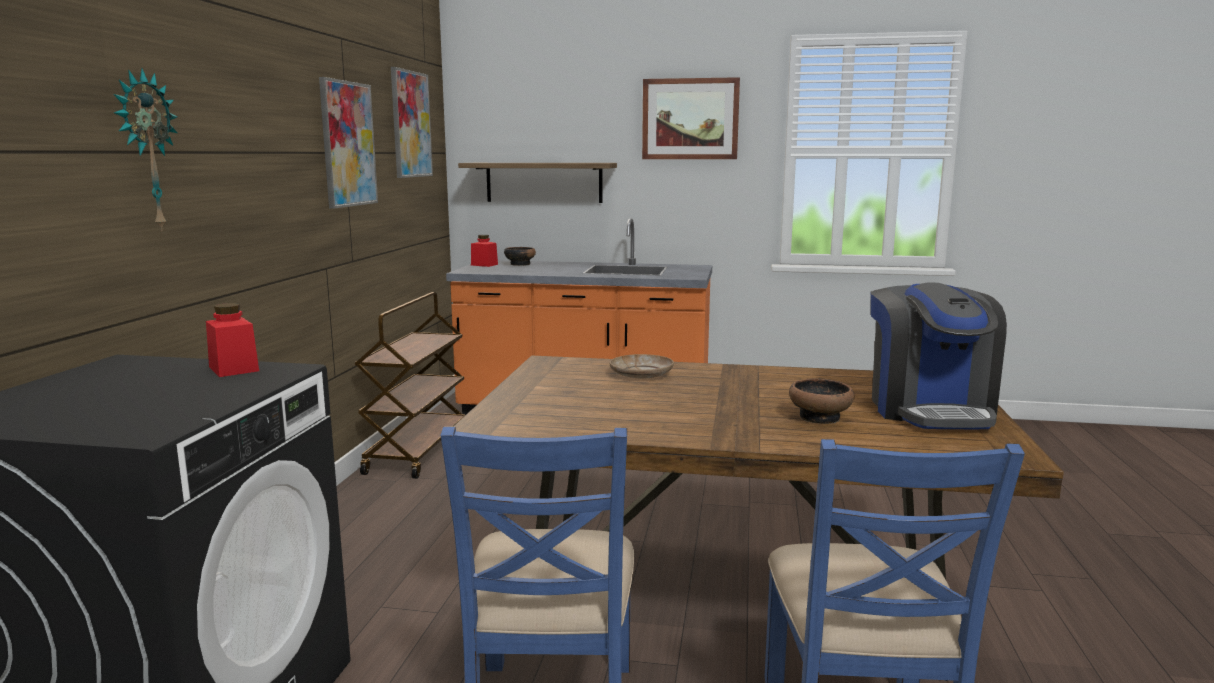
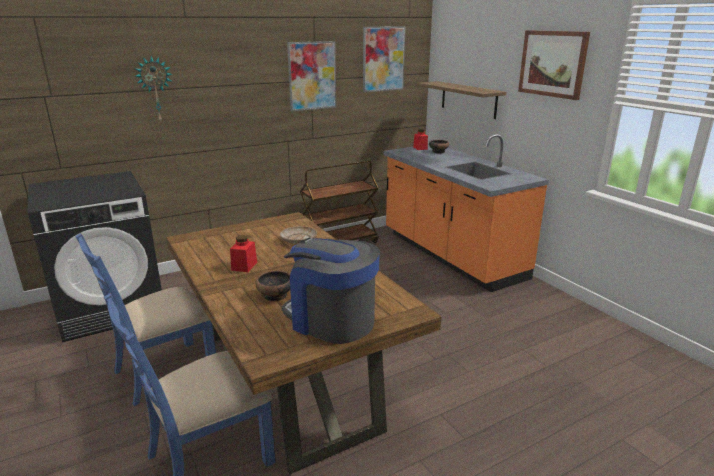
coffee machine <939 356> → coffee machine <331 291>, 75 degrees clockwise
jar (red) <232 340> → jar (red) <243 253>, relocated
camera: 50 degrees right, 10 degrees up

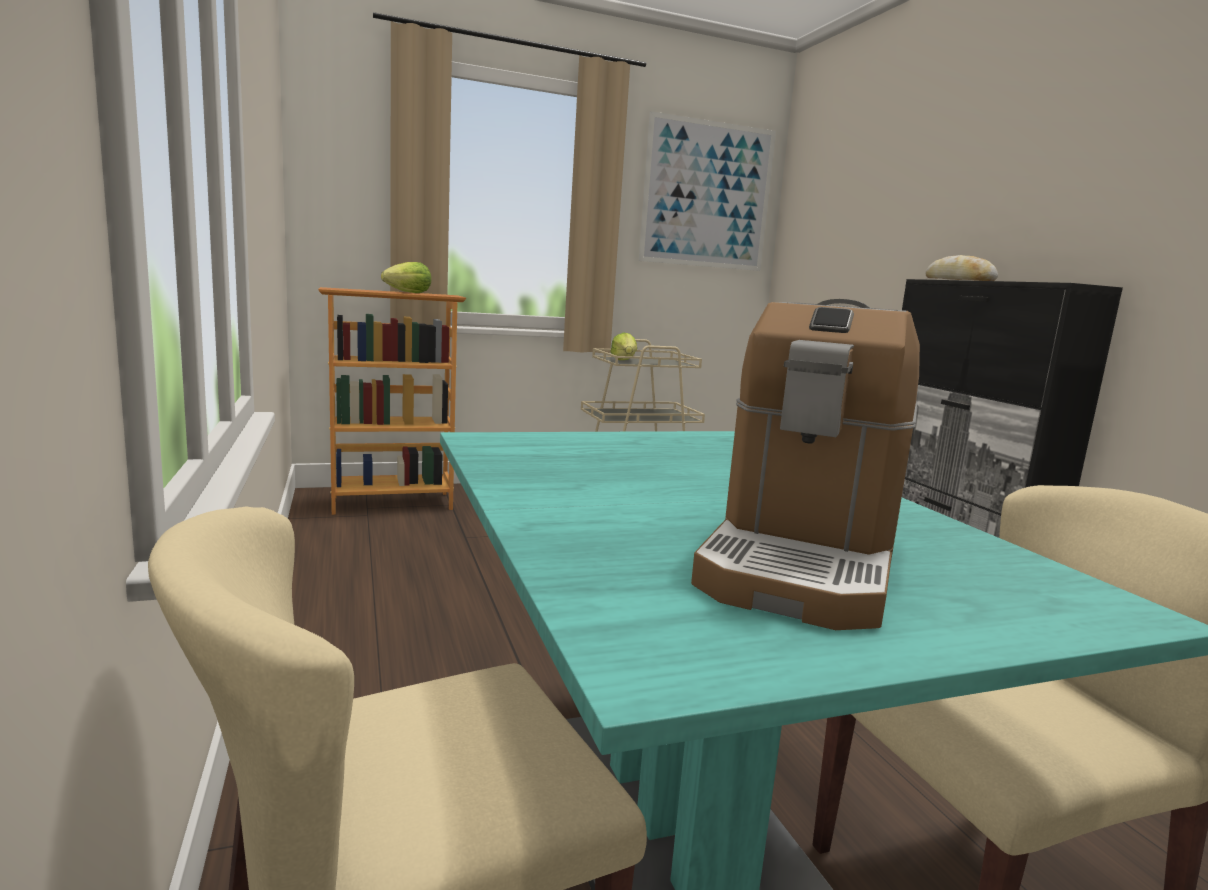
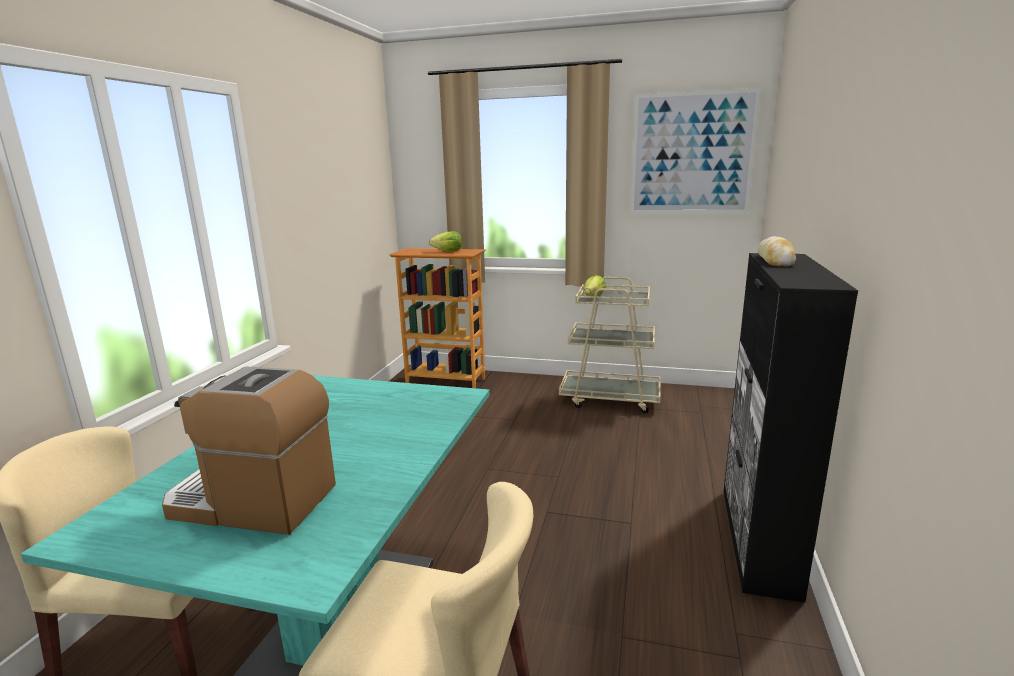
coffee machine <805 464> → coffee machine <249 451>, 45 degrees clockwise
camera: 35 degrees right, 5 degrees up

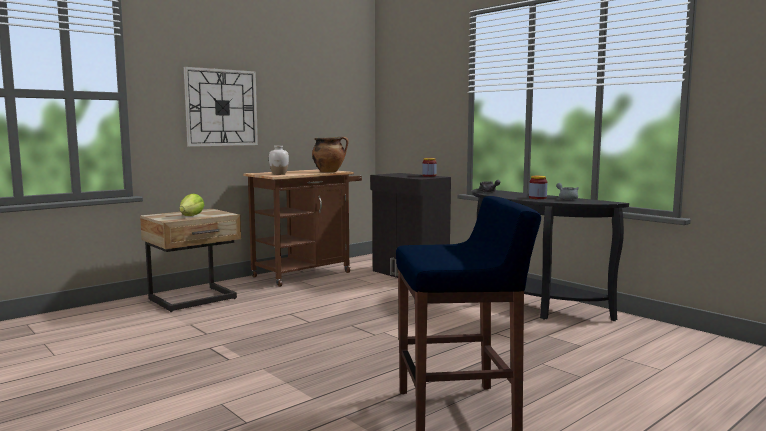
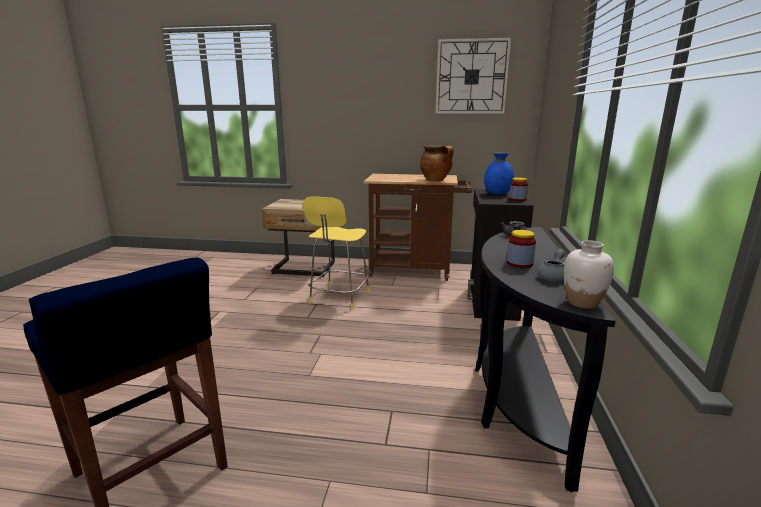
hanging clock <221 107> → hanging clock <473 76>, relocated
vase (white) <279 160> → vase (white) <589 274>, relocated
lettuce head <192 205> → -
- → vase (bluish) <499 173>
- → stool (yellow-coloured) <336 253>
camera: 50 degrees right, 10 degrees up

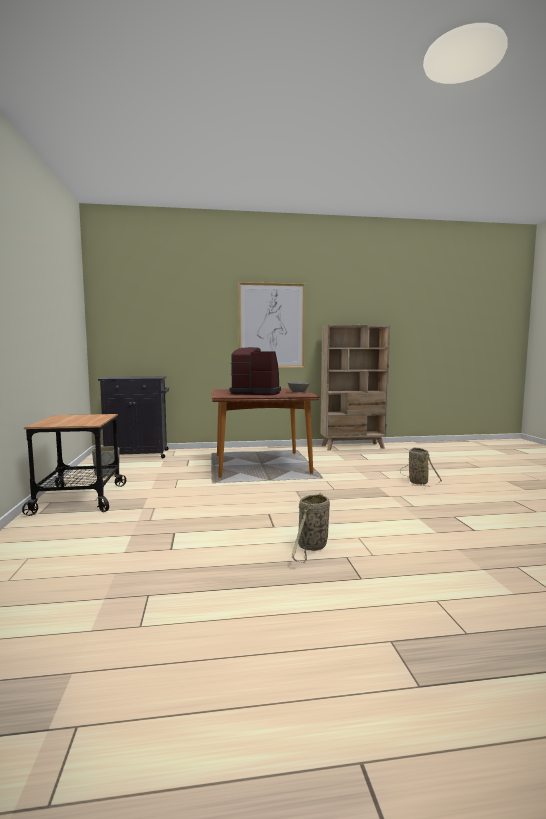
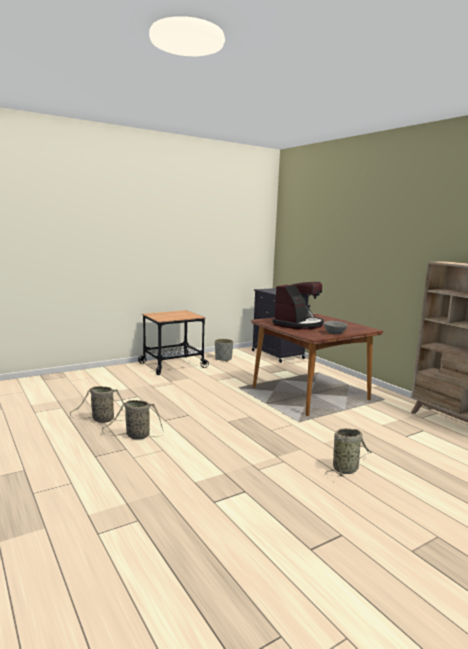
wall picture <271 325> → -
coffee machine <255 371> → coffee machine <298 306>, 45 degrees clockwise
- → storage basket <98 404>
camera: 65 degrees right, 5 degrees up

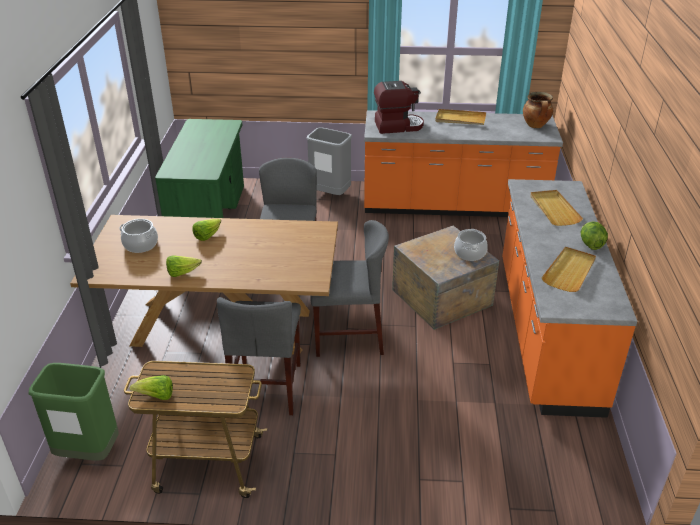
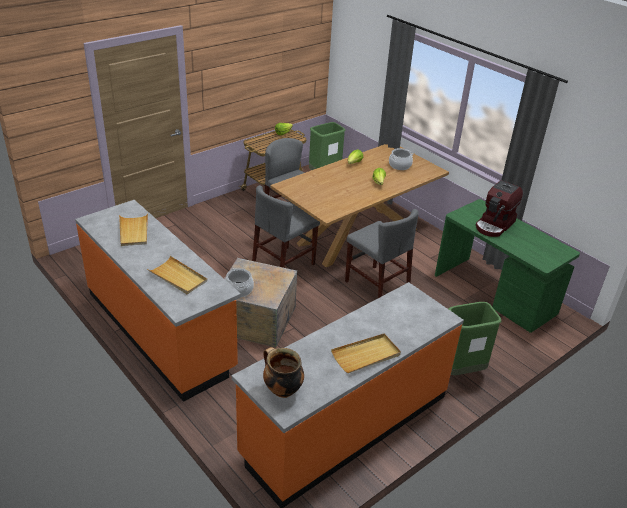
coffee machine <399 107> → coffee machine <499 208>, relocated
waste bin (grey) <329 161> → waste bin (greenish) <475 338>
lettuce head <594 235> → -
camera: 135 degrees right, 0 degrees up

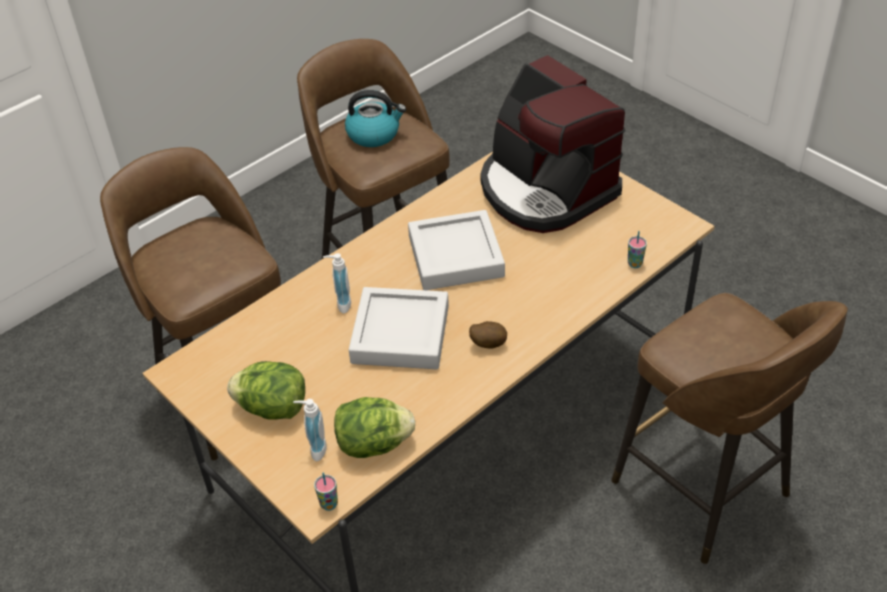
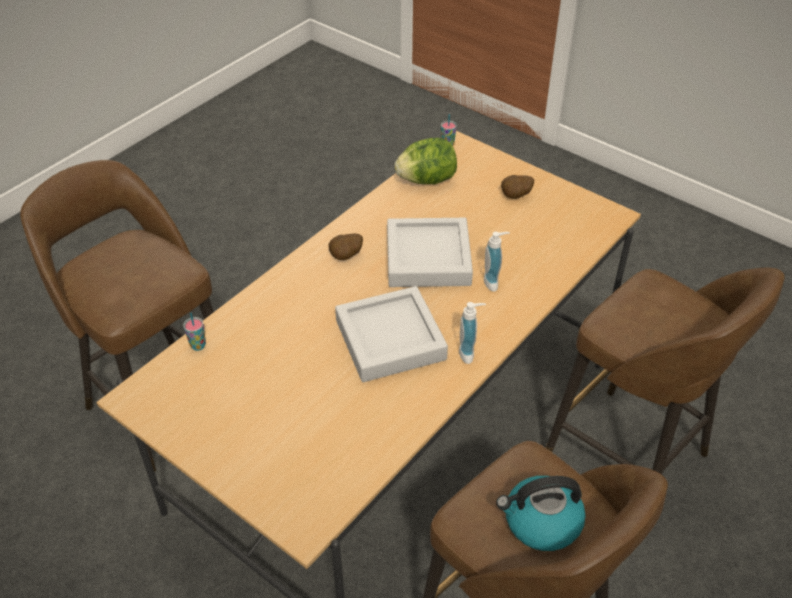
coffee machine <552 144> → -
lettuce head <266 390> → whole potato <517 187>
soap bottle <310 430> → soap bottle <472 333>, relocated
camera: 170 degrees right, 0 degrees up

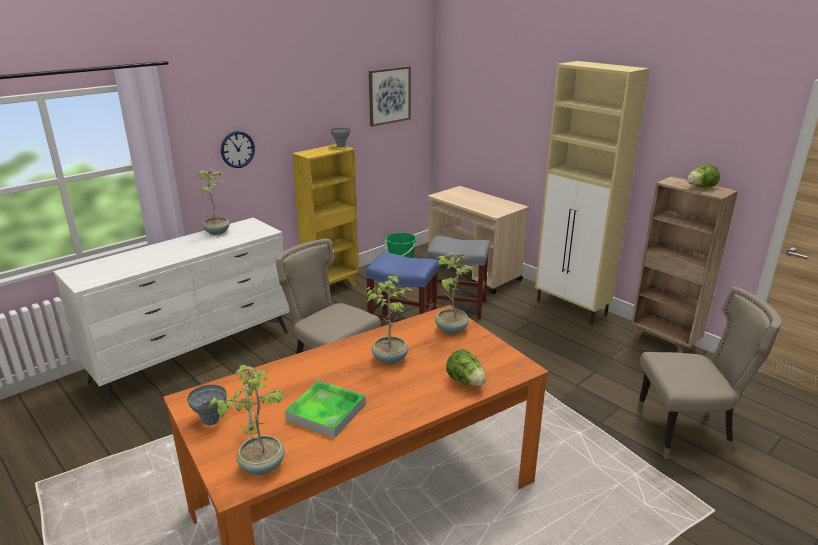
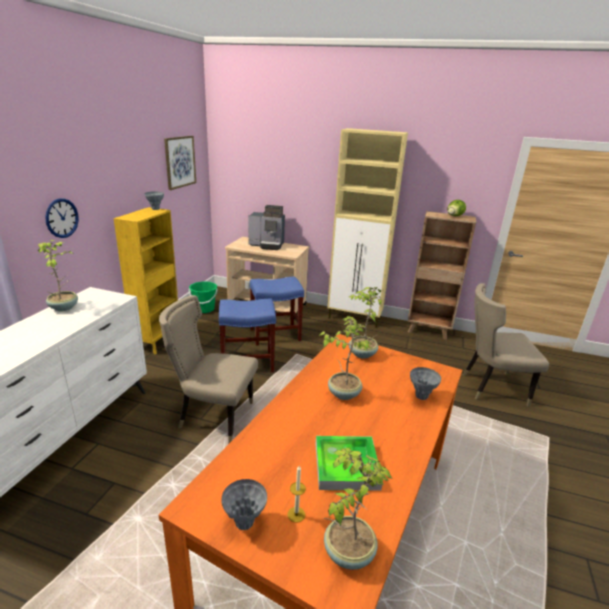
stool (grey) <458 277> → stool (bluish) <277 311>
plain chair (sand-coloured) <709 373> → plain chair (sand-coloured) <505 345>, 150 degrees counterclockwise
lettuce head <466 368> → vase (grey) <425 383>
- → coffee machine <266 227>
camera: 30 degrees left, 0 degrees up

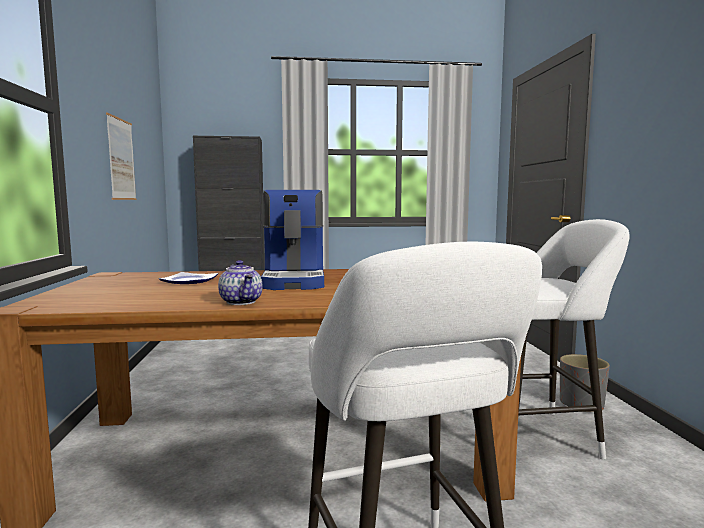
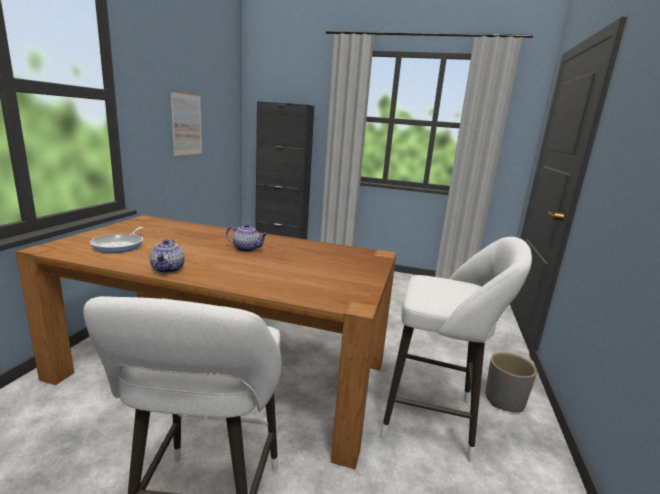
coffee machine <292 240> → pot for tea <247 238>
flat dish <188 278> → -
- → frying pan <116 240>
camera: 20 degrees right, 10 degrees up

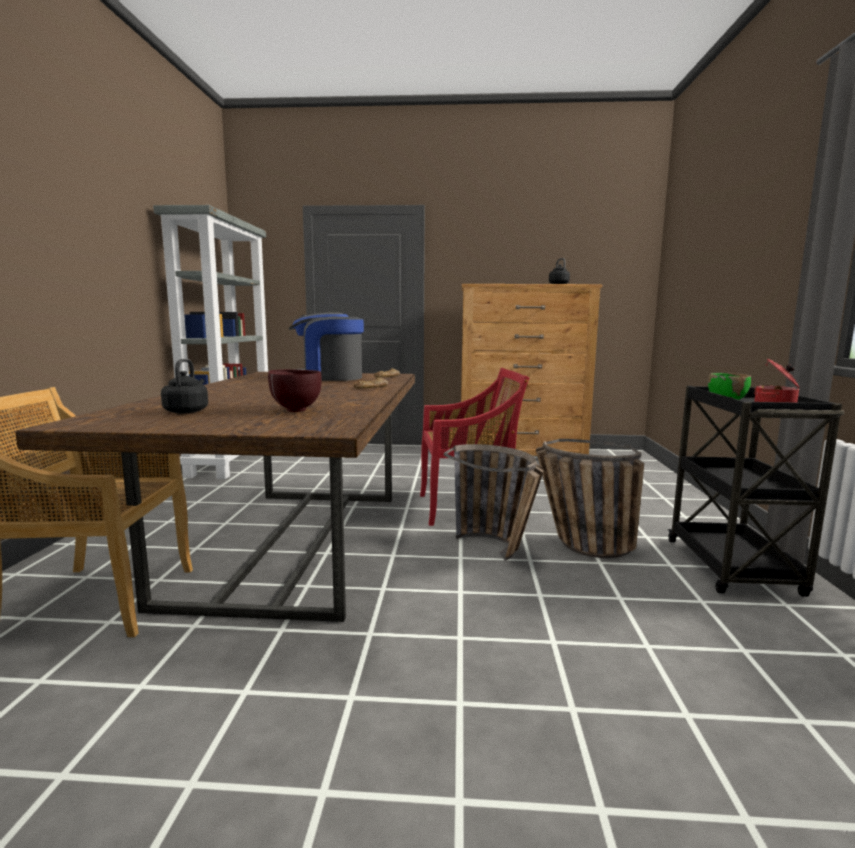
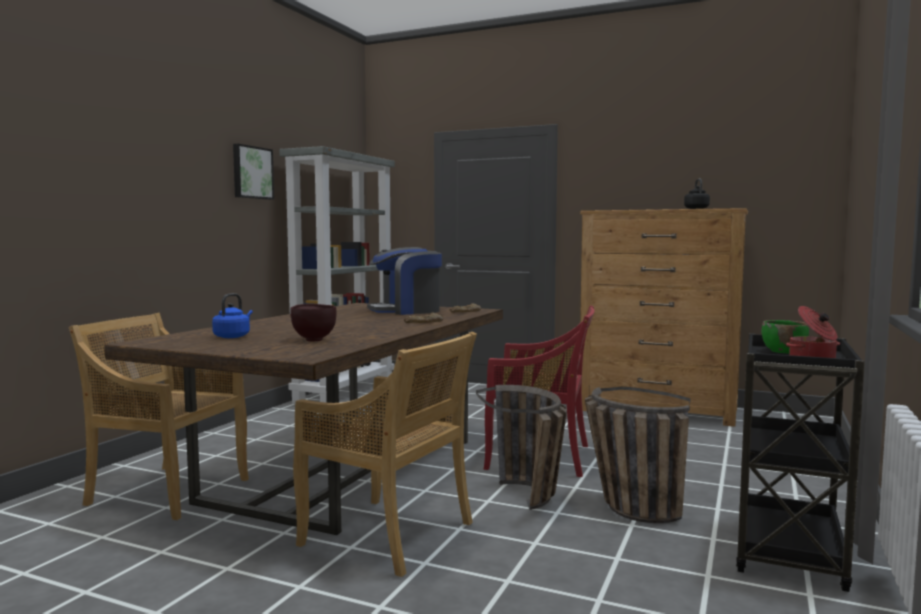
coffee machine <326 347> → coffee machine <404 281>, 45 degrees counterclockwise
tea kettle (blackish) <184 386> → tea kettle (bluish) <232 315>
- → wall picture <253 172>
- → plain chair (sand-coloured) <385 454>
camera: 20 degrees right, 5 degrees down

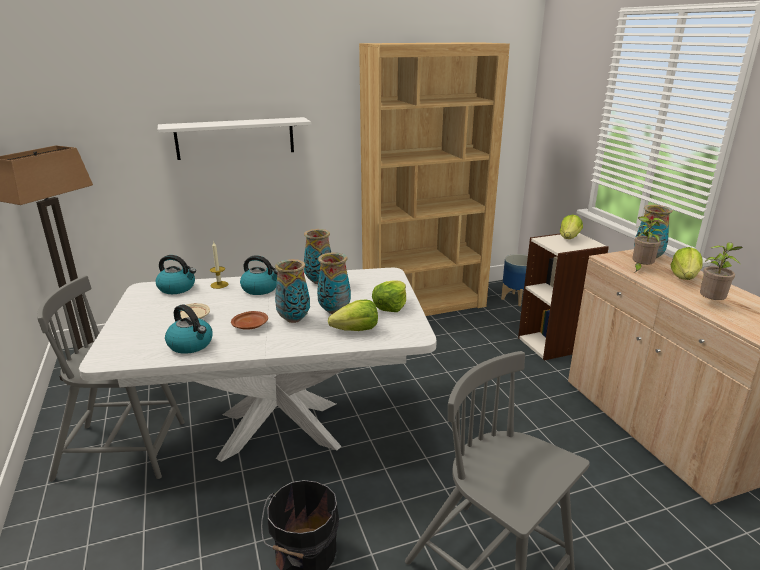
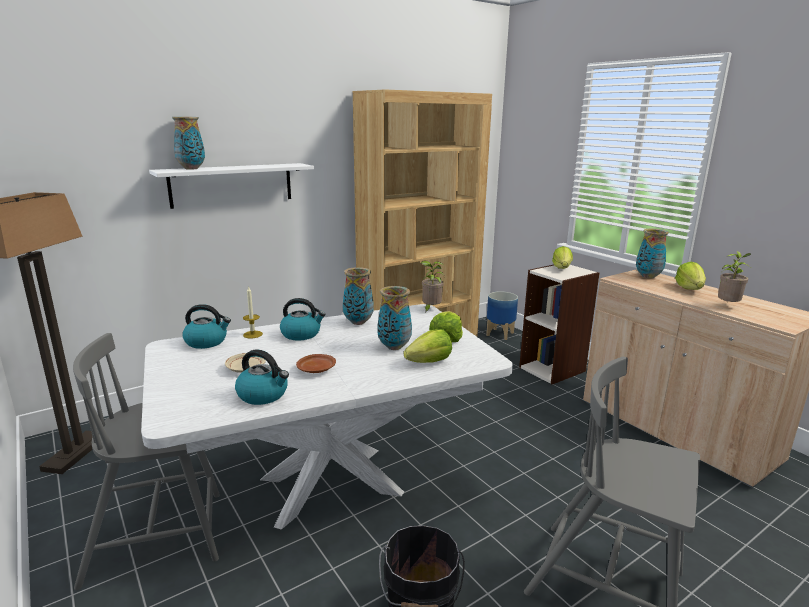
plant in a pot <649 244> → plant in a pot <432 286>, relocated
vase <292 291> → vase <188 143>, relocated
camera: 15 degrees left, 5 degrees down

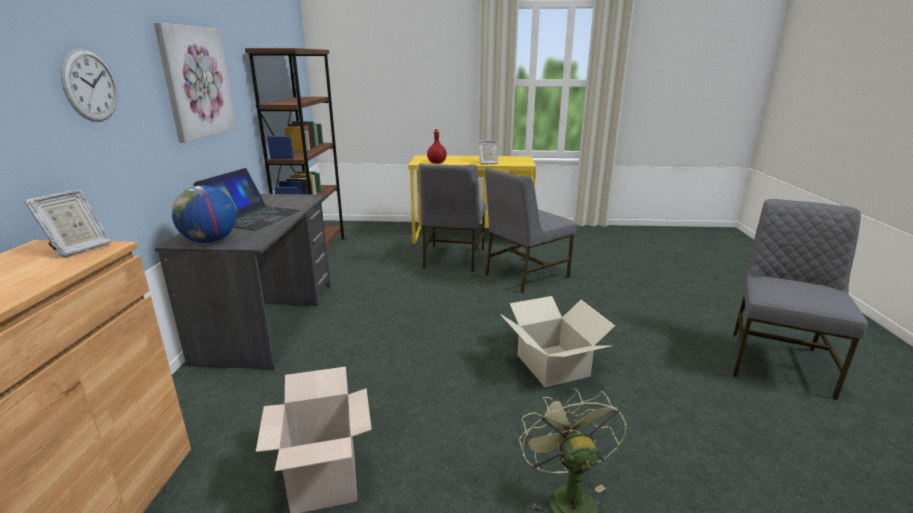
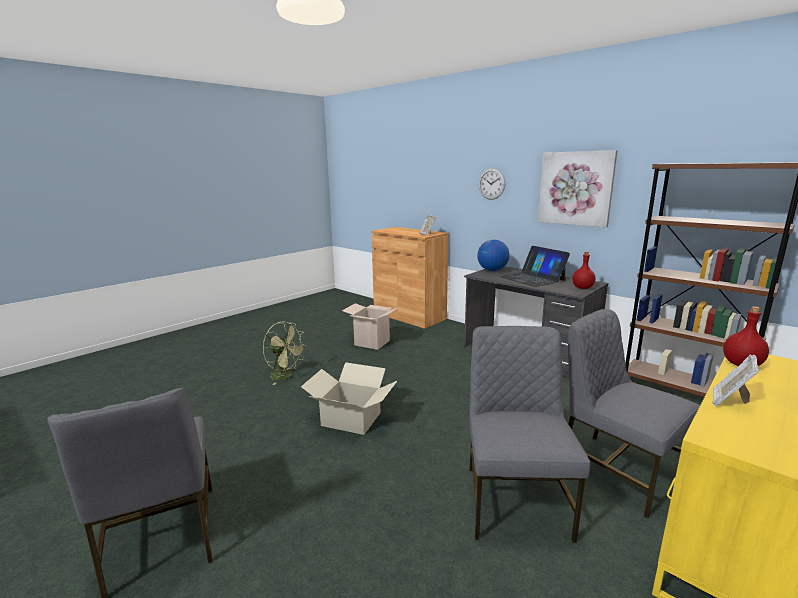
- → beverage bottle (red) <584 270>
camera: 130 degrees right, 5 degrees down

